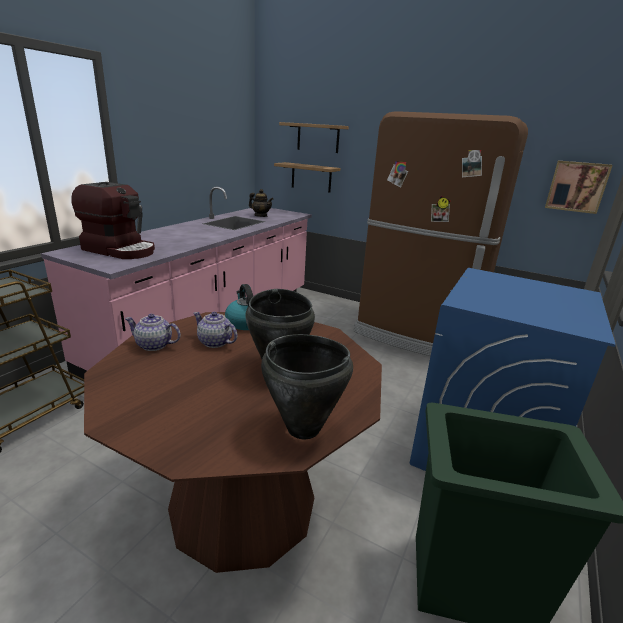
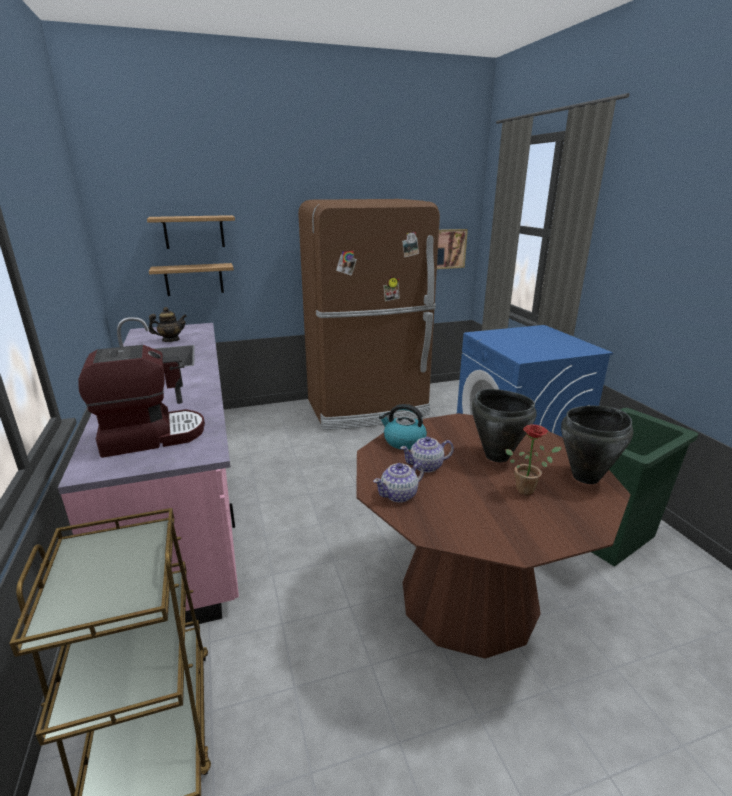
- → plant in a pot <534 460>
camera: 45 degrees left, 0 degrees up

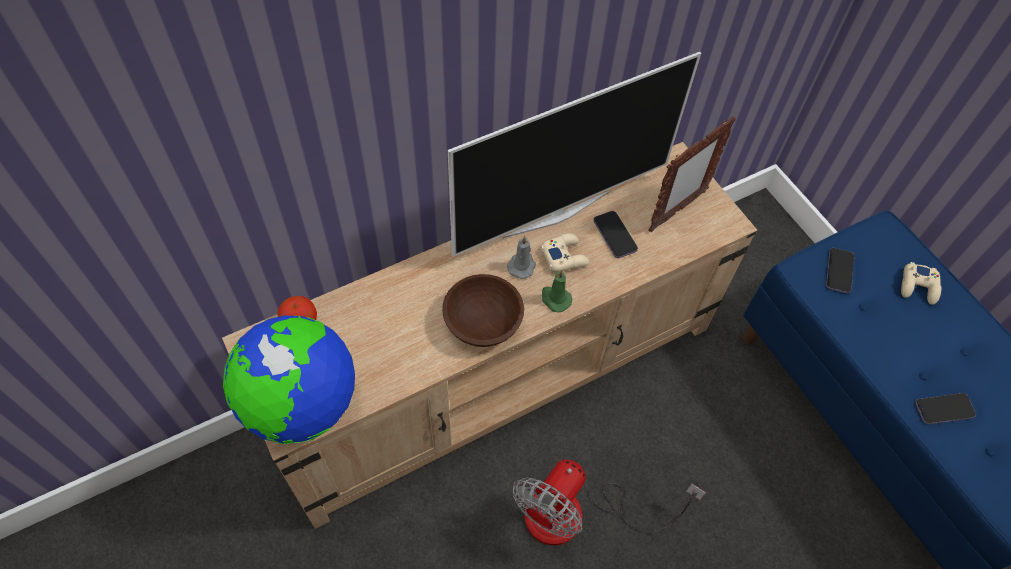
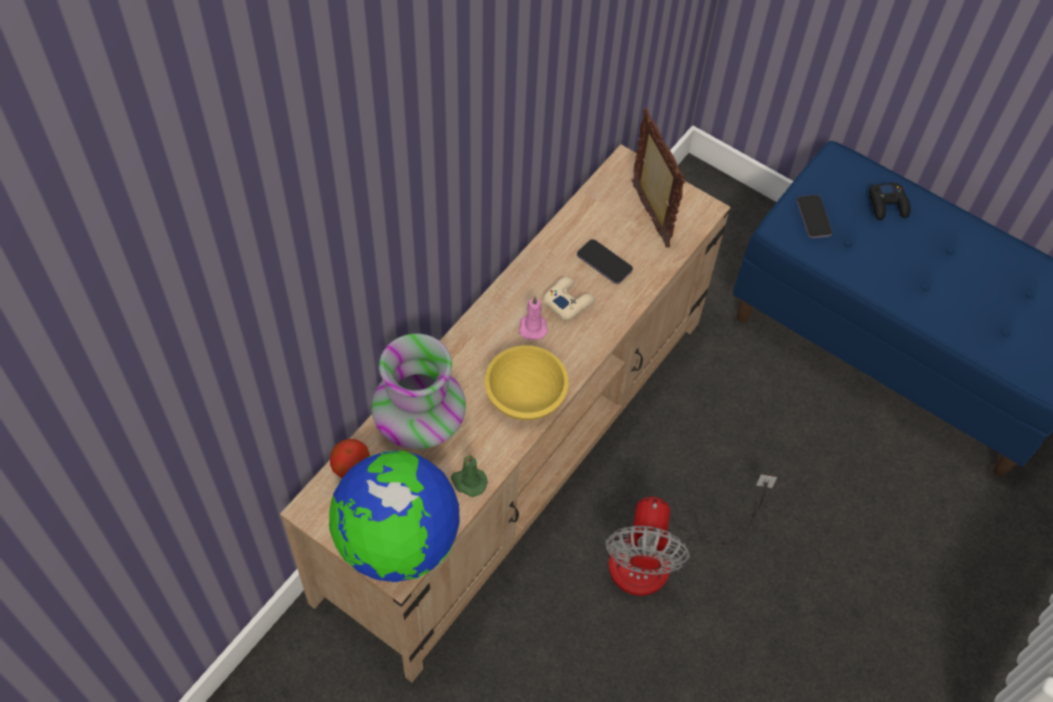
television <574 154> → -
standing frame <692 174> → standing frame <659 177>, 45 degrees counterclockwise
wax light (grey) <521 257> → wax light (pinkish) <533 317>
game controller (sand-coloured) <921 283> → game controller (blackish) <890 201>
wax light (greenish) <557 291> → wax light (greenish) <469 476>, relocated
serving bowl (brown) <483 310> → serving bowl (yellow-coloured) <527 382>
telephone <945 409> → -
- → vase <418 391>
camera: 25 degrees left, 0 degrees up

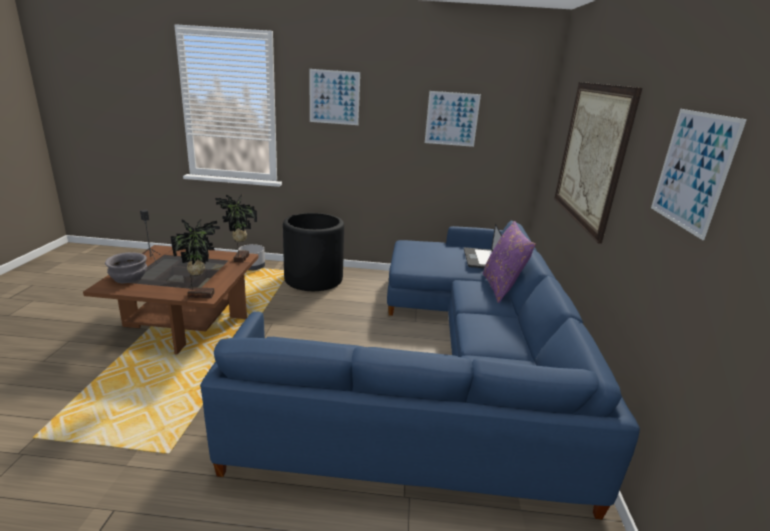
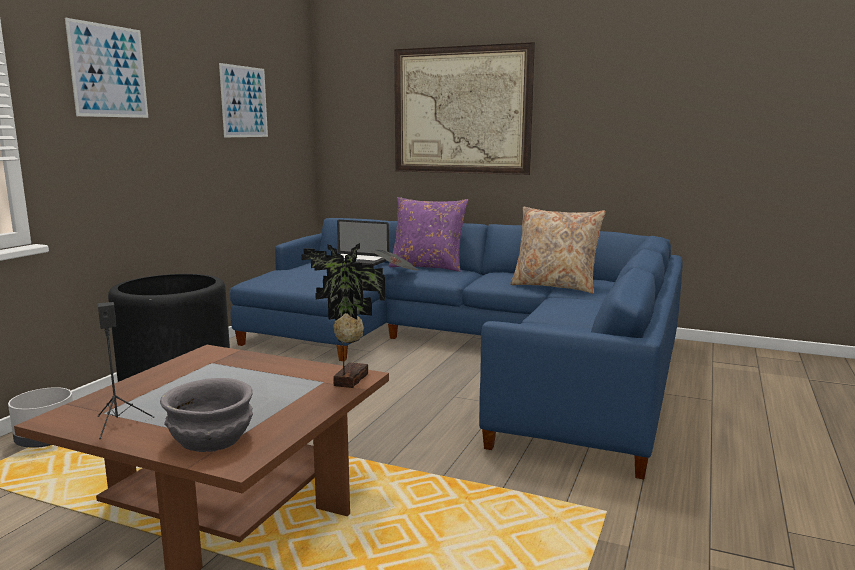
wall picture <699 174> → -
plant in a pot <236 228> → -
- → throw pillow (sand-coloured) <558 250>
- → newspaper <395 259>
camera: 70 degrees left, 10 degrees down

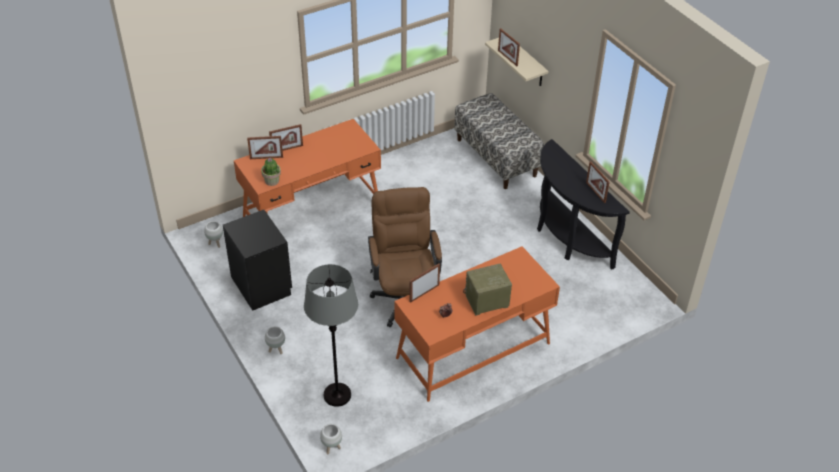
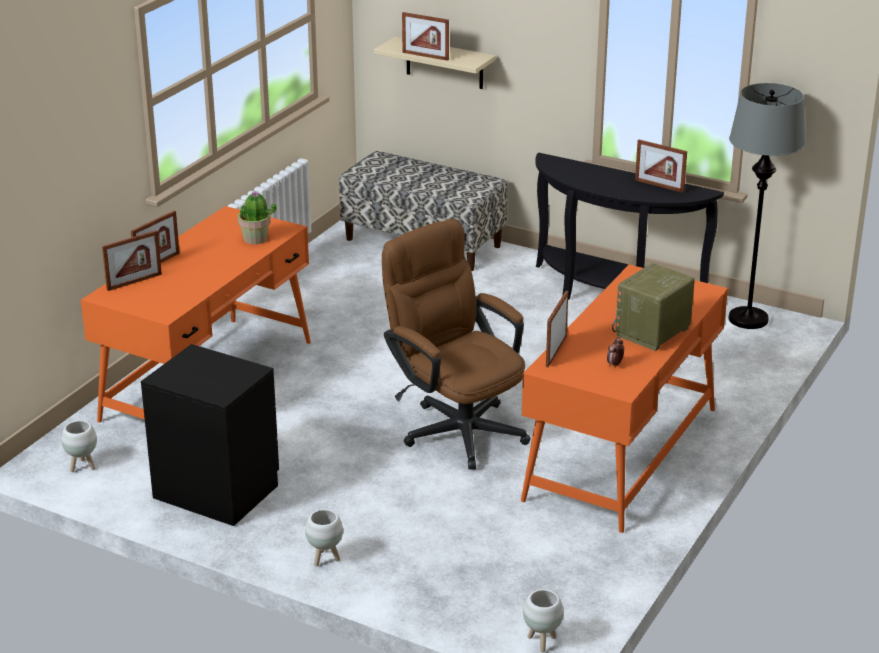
plant in a pot <271 172> → plant in a pot <257 217>, relocated
standard lamp (grey) <331 335> → standard lamp (grey) <767 206>, relocated
camera: 30 degrees left, 15 degrees down

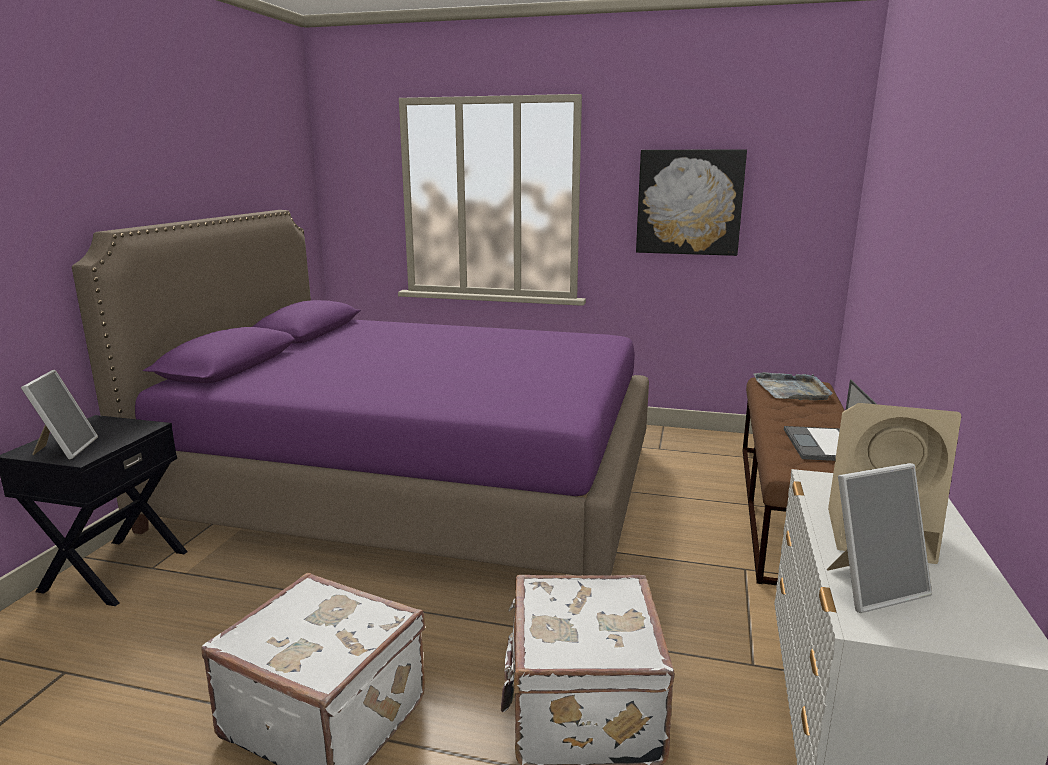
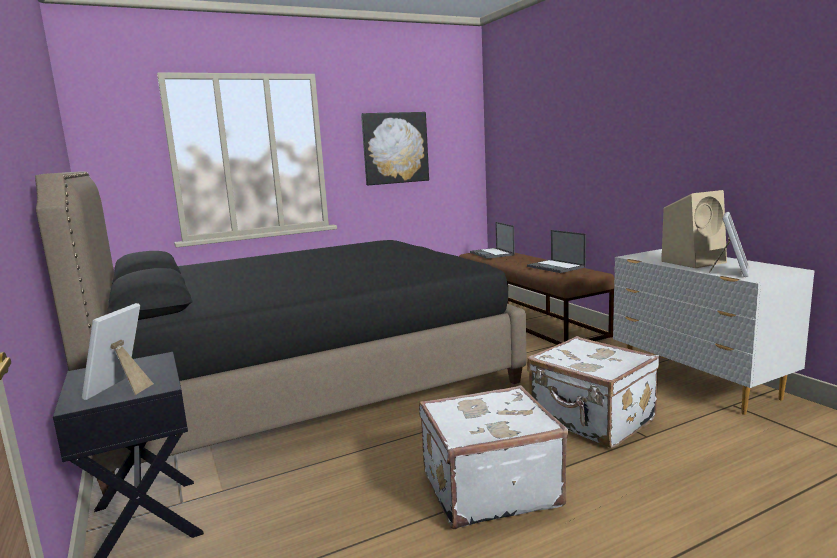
sleeping bed (purple-coloured) <360 393> → sleeping bed (blackish) <281 333>
standing frame <59 414> → standing frame <117 351>, 120 degrees counterclockwise
serving tray (grey) <793 386> → notebook computer <492 240>
camera: 40 degrees left, 5 degrees down

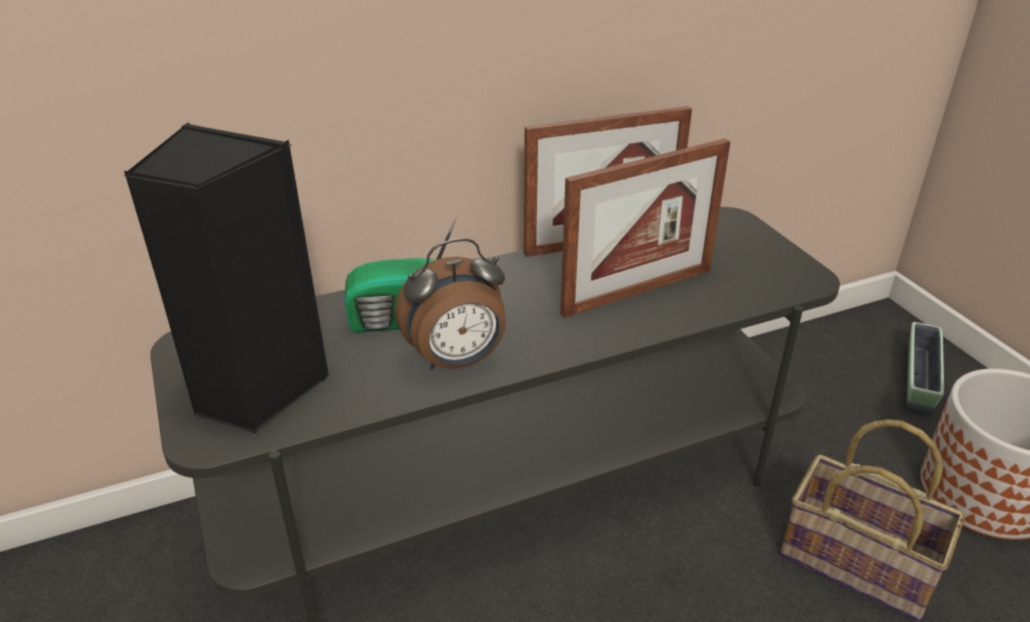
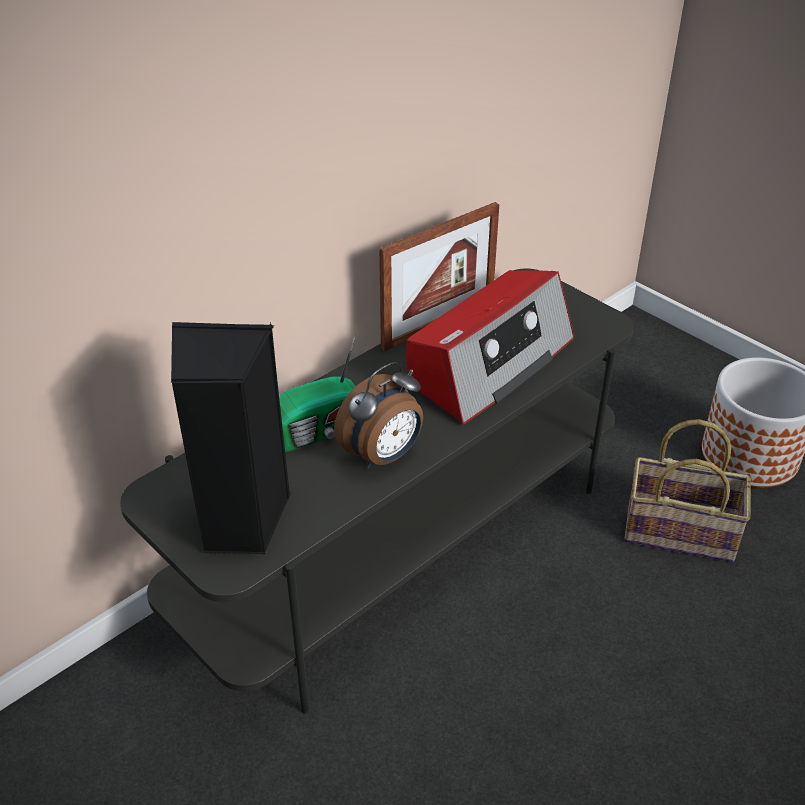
standing frame <645 228> → radio receiver <490 347>
planter <925 367> → -
camera: 20 degrees left, 5 degrees up

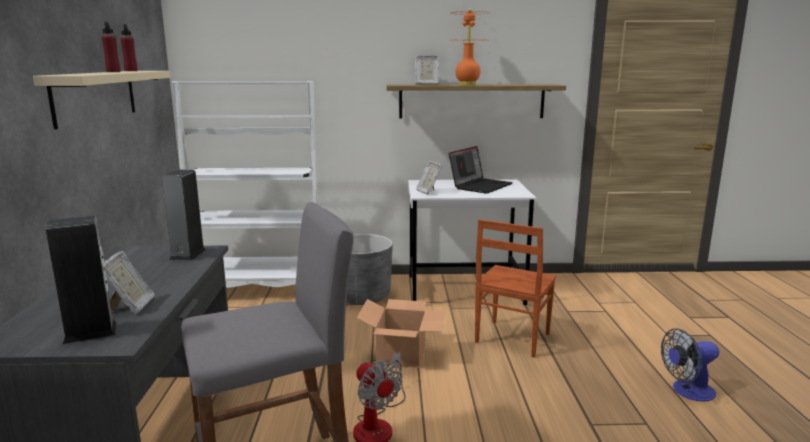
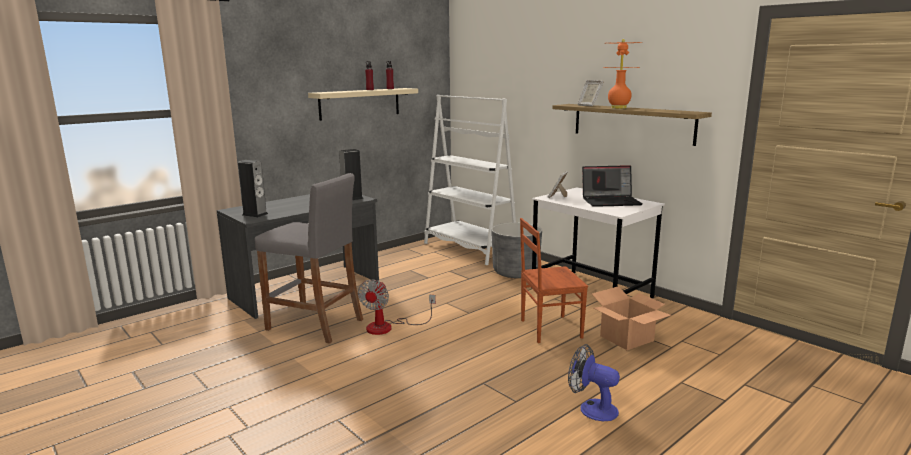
standing frame <129 282> → -
packing box <401 333> → packing box <631 318>, relocated
camera: 50 degrees right, 0 degrees up

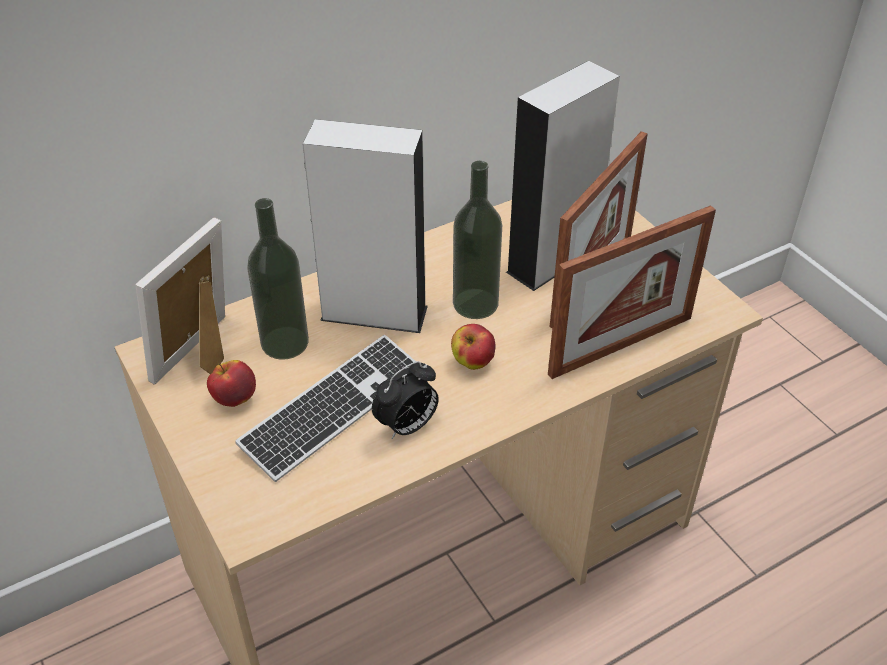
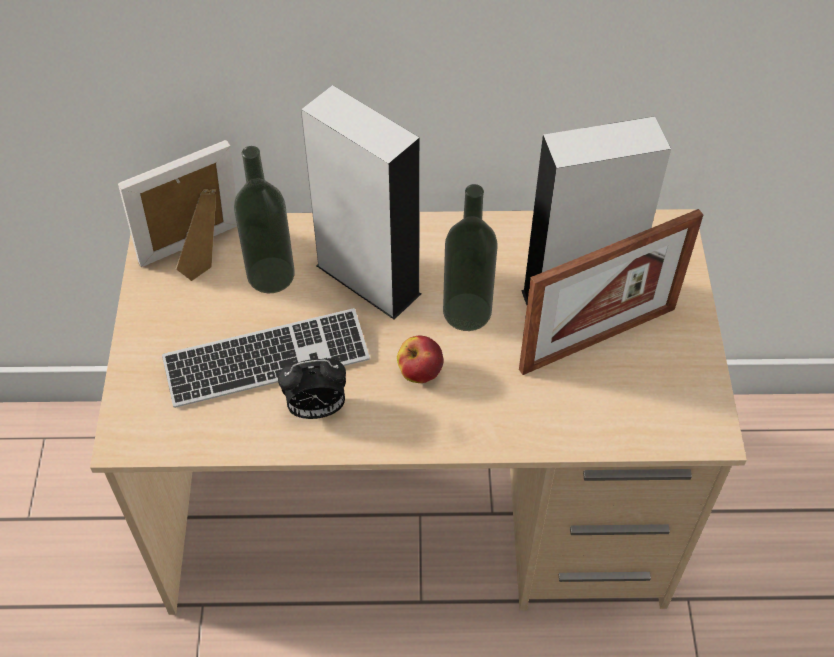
standing frame <632 292> → -
apple <231 383> → -
camera: 30 degrees right, 10 degrees up

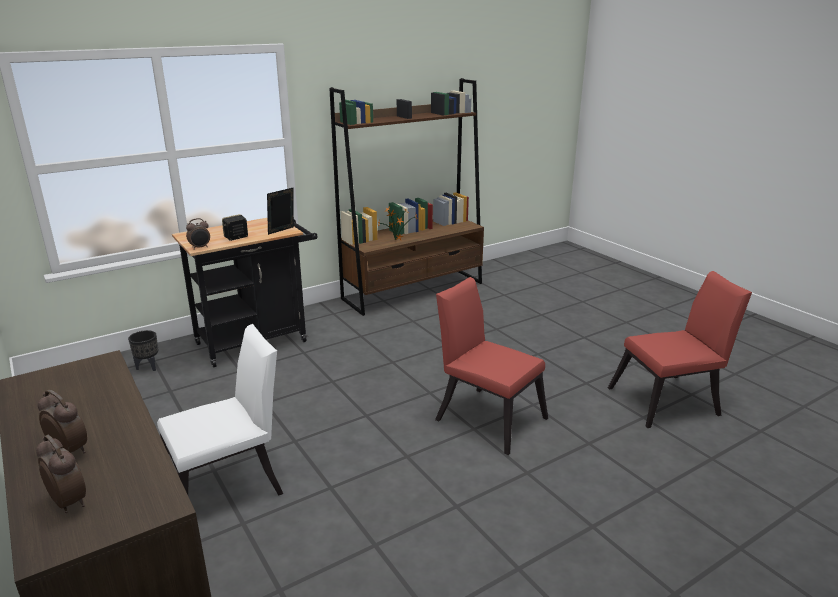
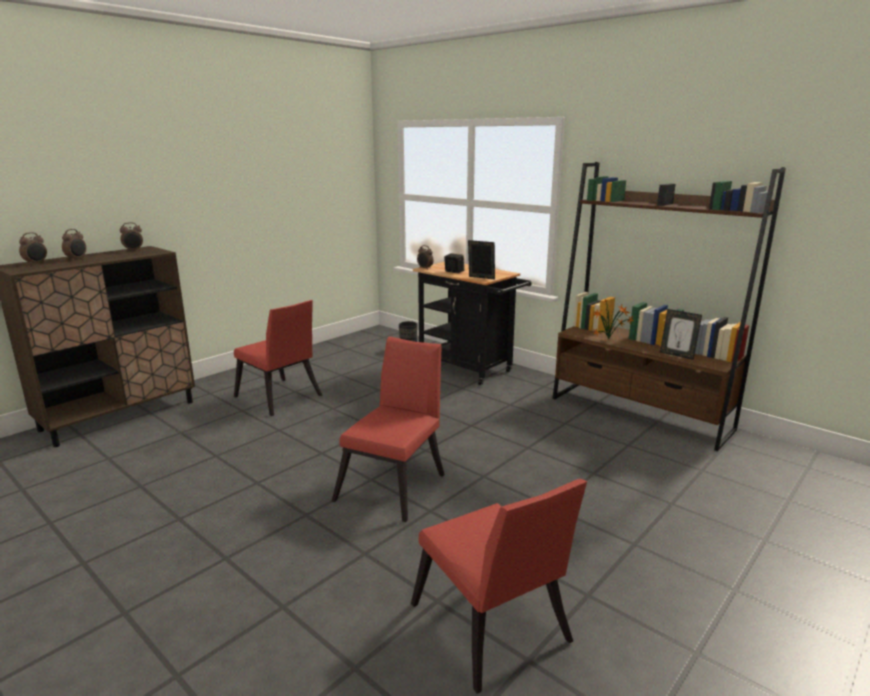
plain chair (white) <220 409> → plain chair (red) <278 358>
- → bedside clock <131 236>
- → standing frame <681 334>
camera: 75 degrees right, 5 degrees down

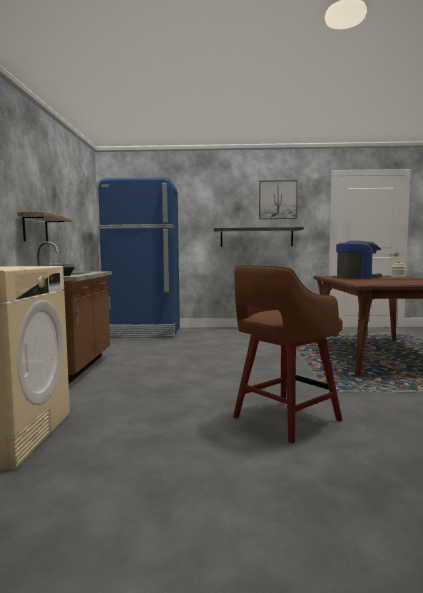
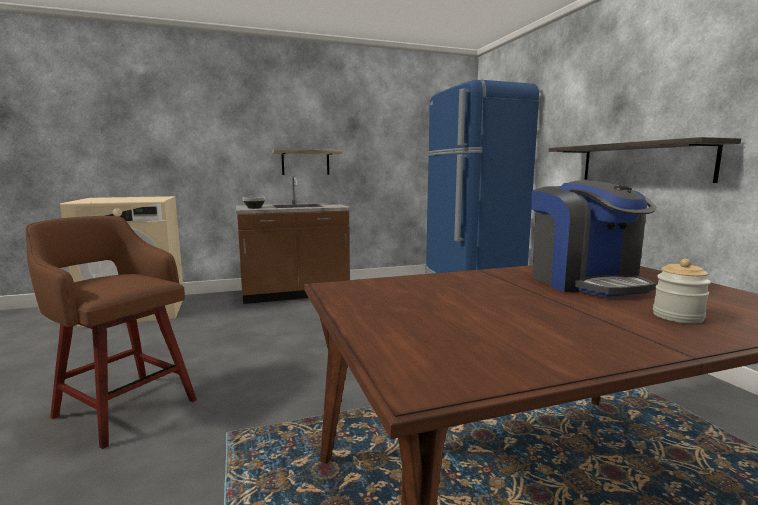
wall picture <278 199> → -
camera: 70 degrees right, 5 degrees up

